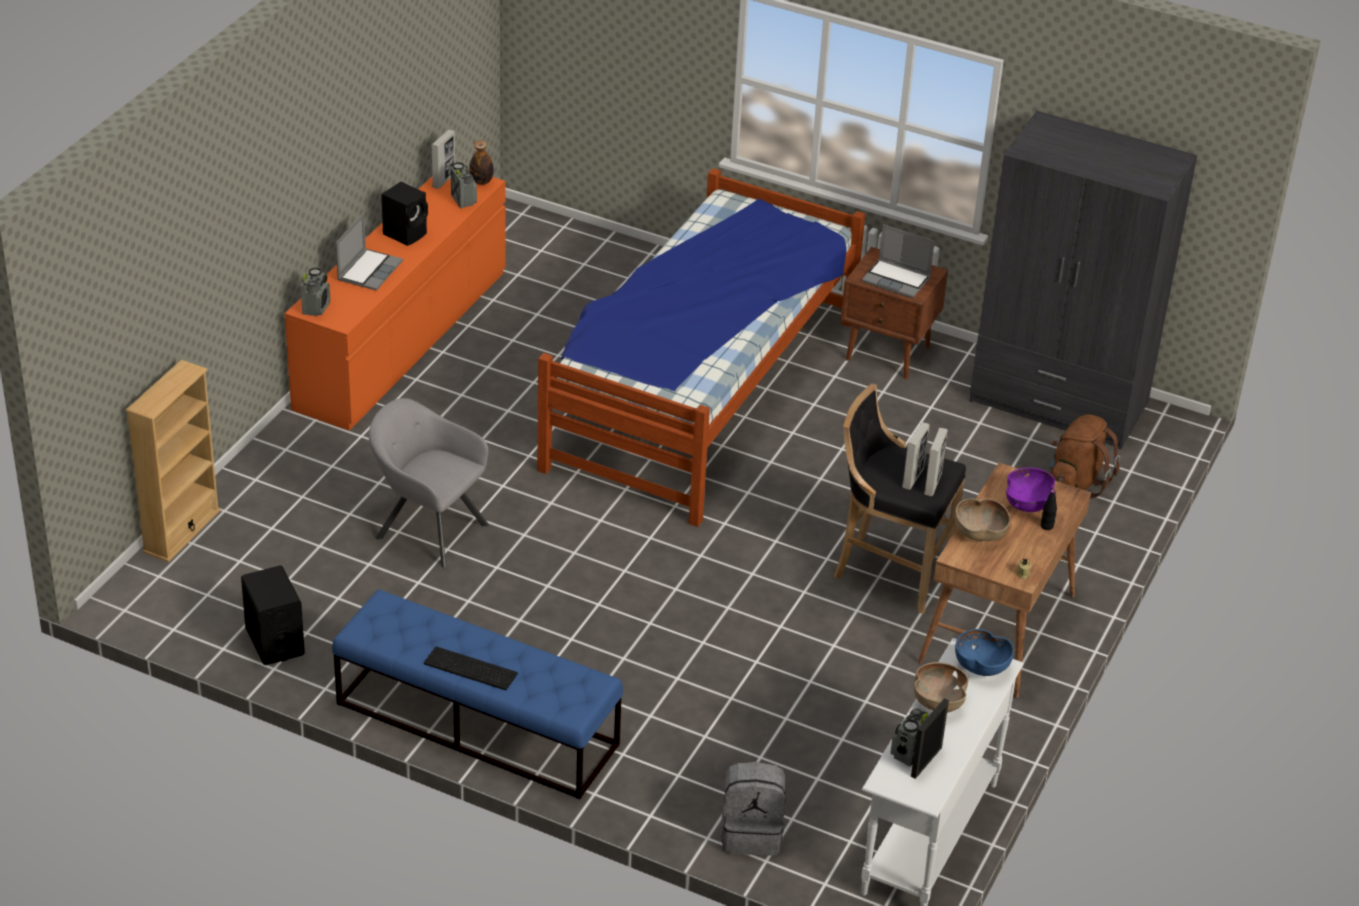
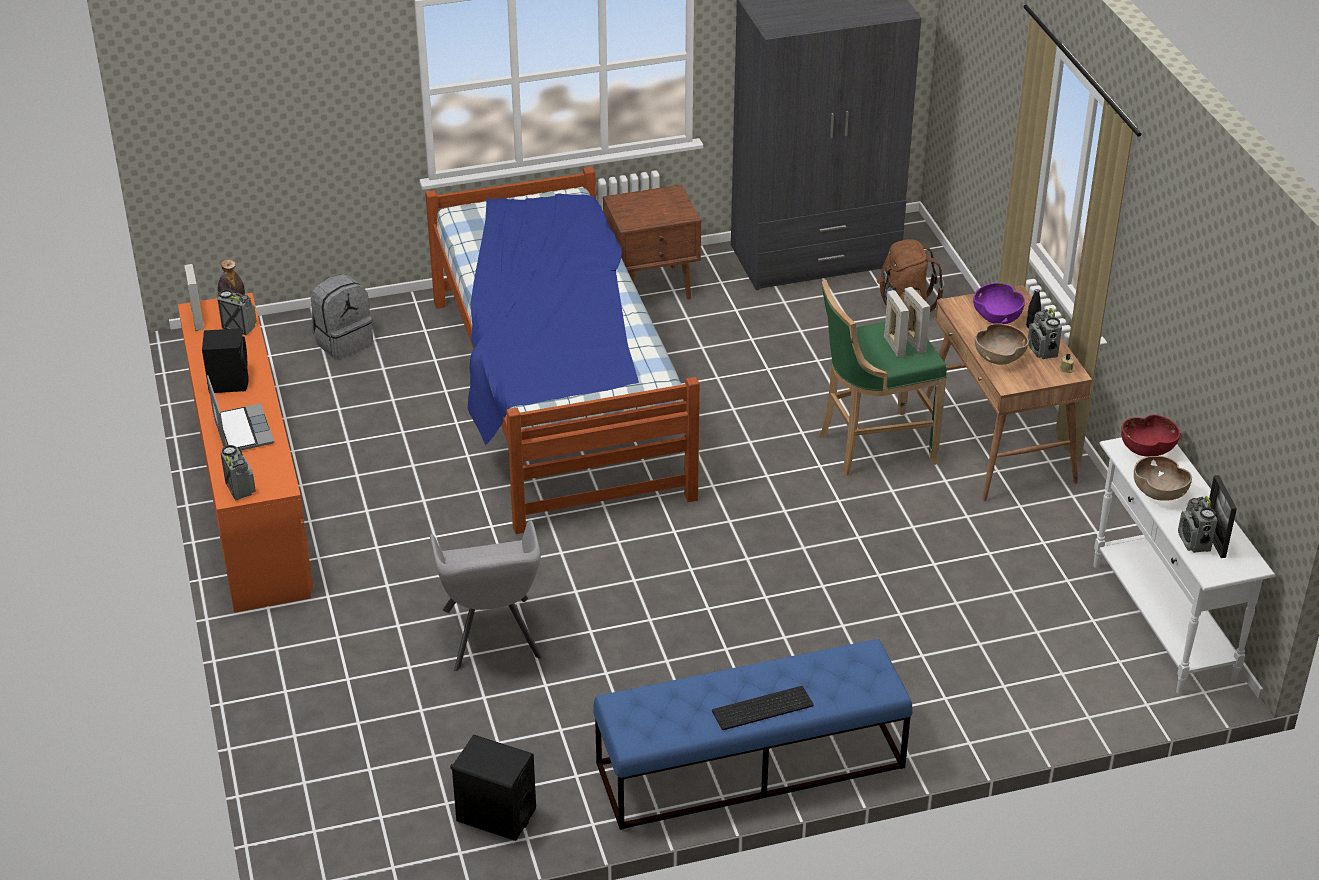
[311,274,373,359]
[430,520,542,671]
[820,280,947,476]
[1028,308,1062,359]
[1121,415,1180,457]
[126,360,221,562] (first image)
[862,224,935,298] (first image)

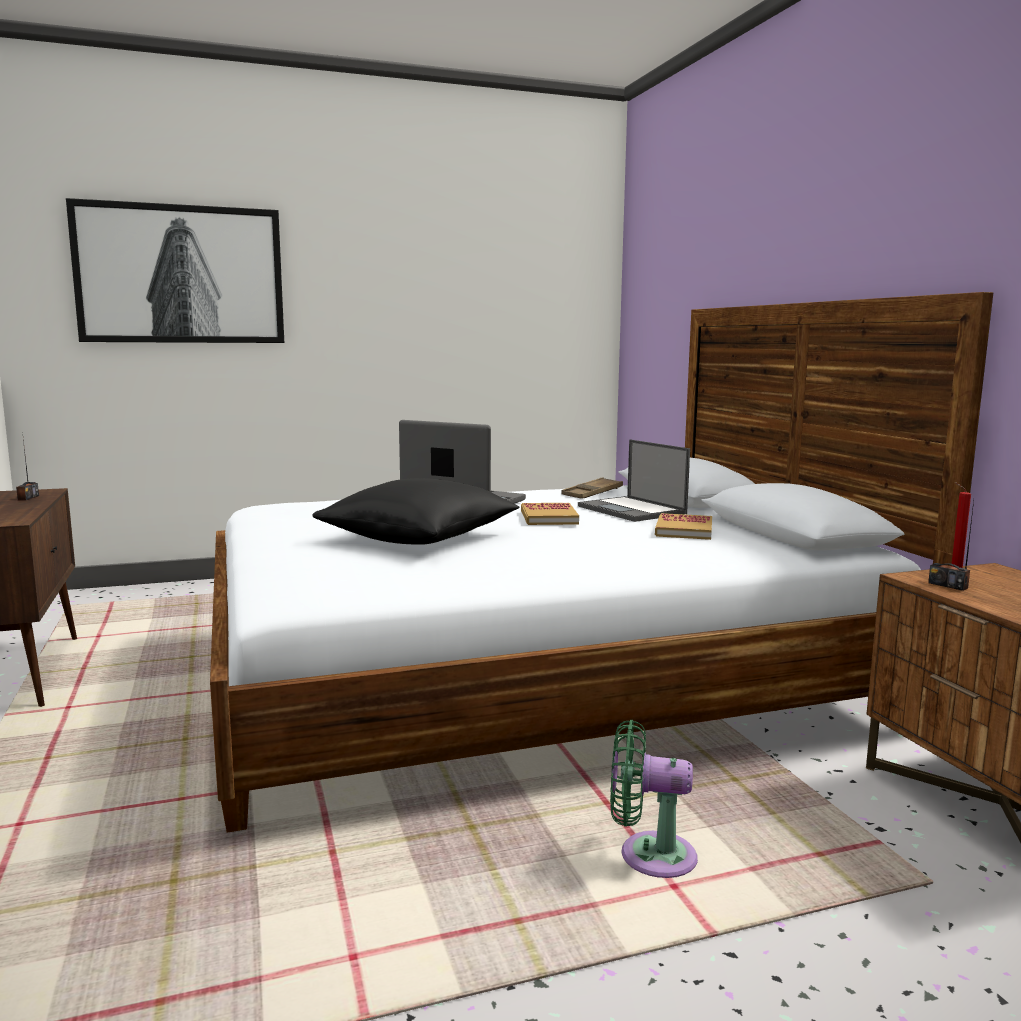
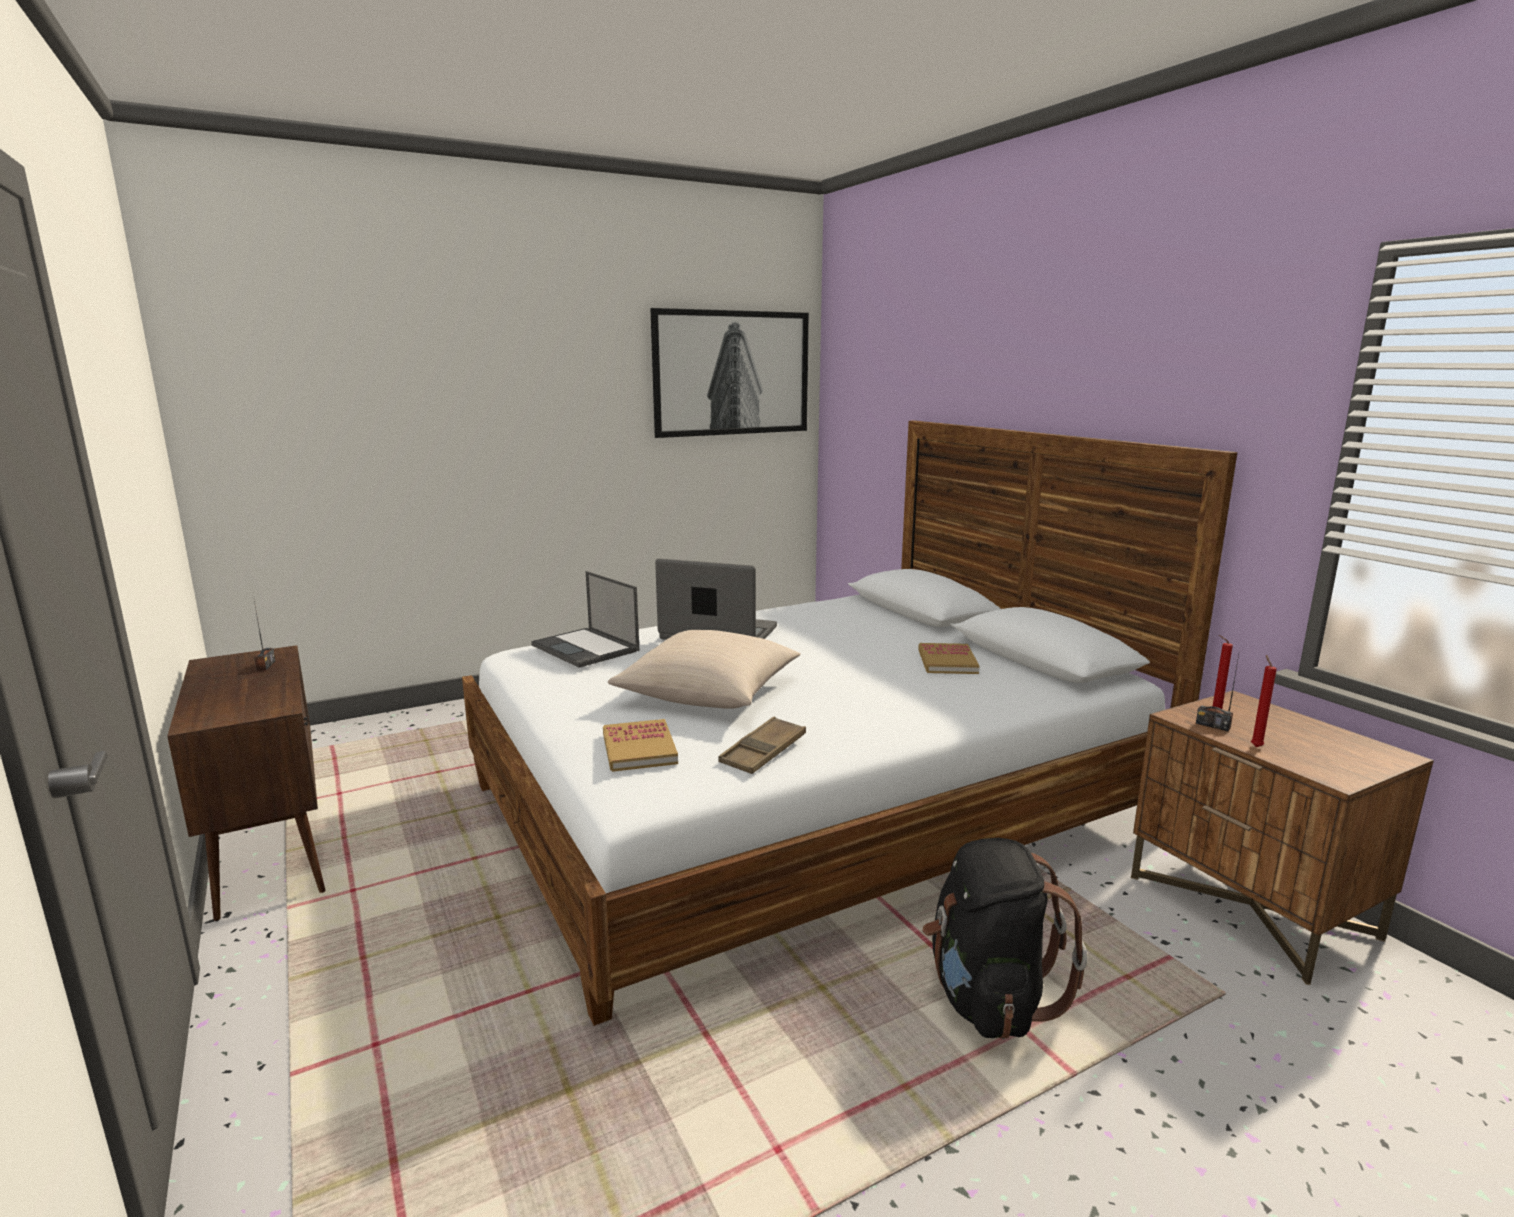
[531,571,639,668]
[603,719,678,772]
[608,630,801,709]
[650,308,809,438]
[718,717,806,774]
[923,838,1088,1039]
[1251,655,1277,747]

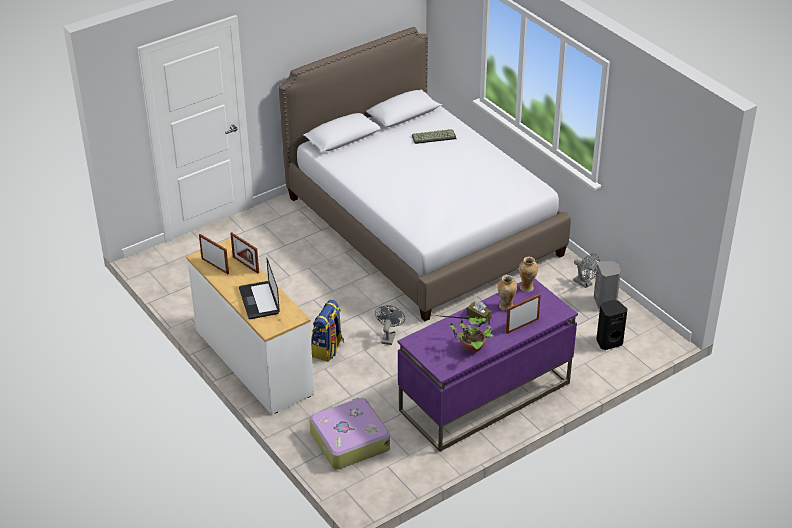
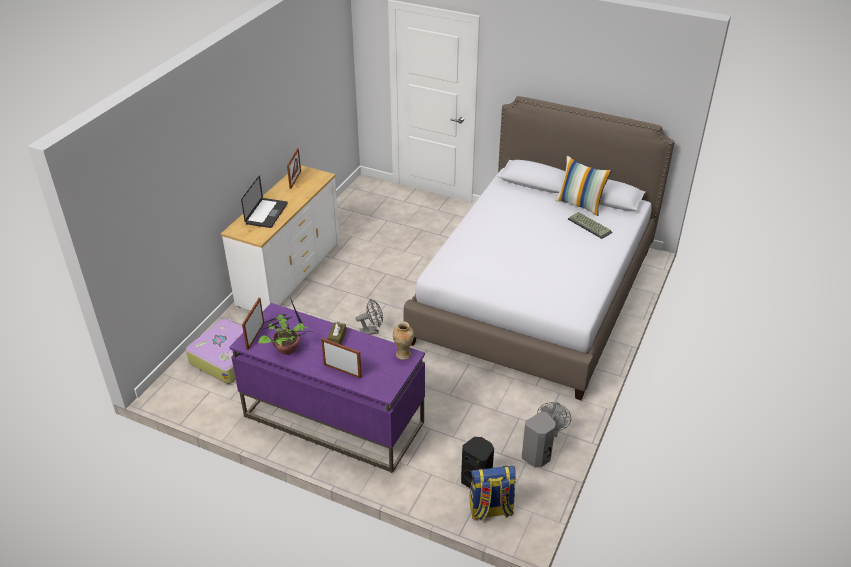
[241,175,288,228]
[242,298,264,350]
[470,466,516,521]
[555,156,612,216]
[497,275,517,311] (first image)

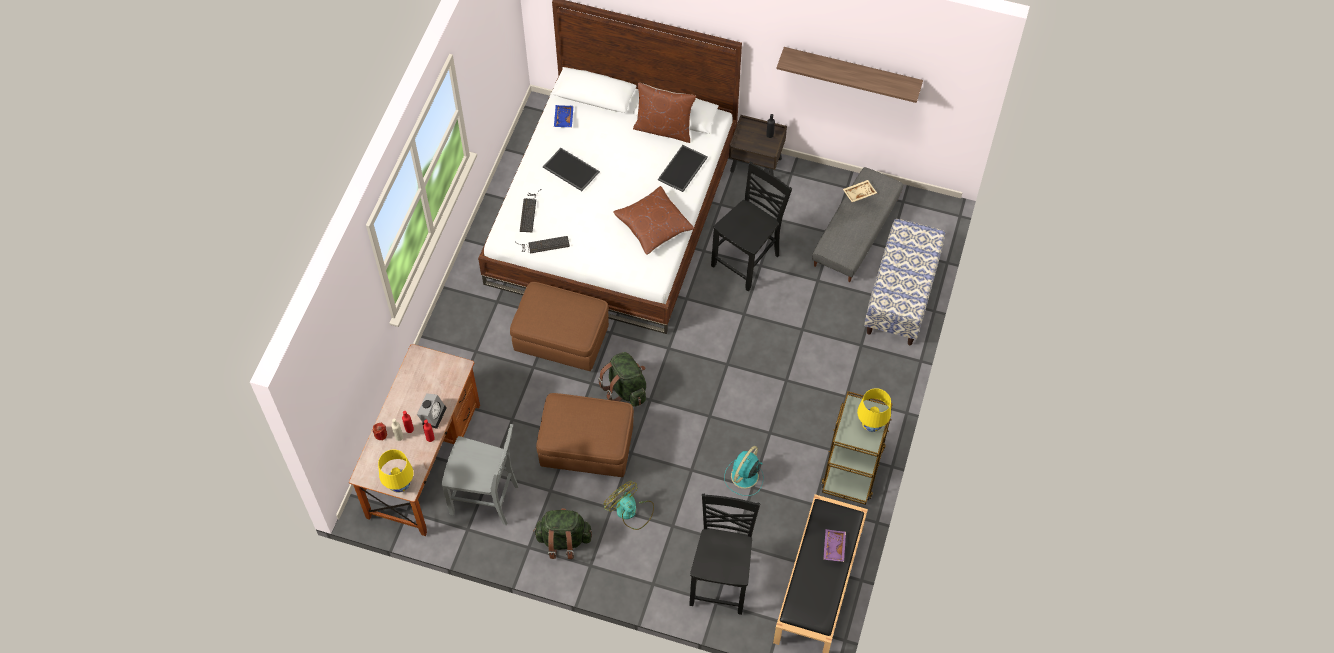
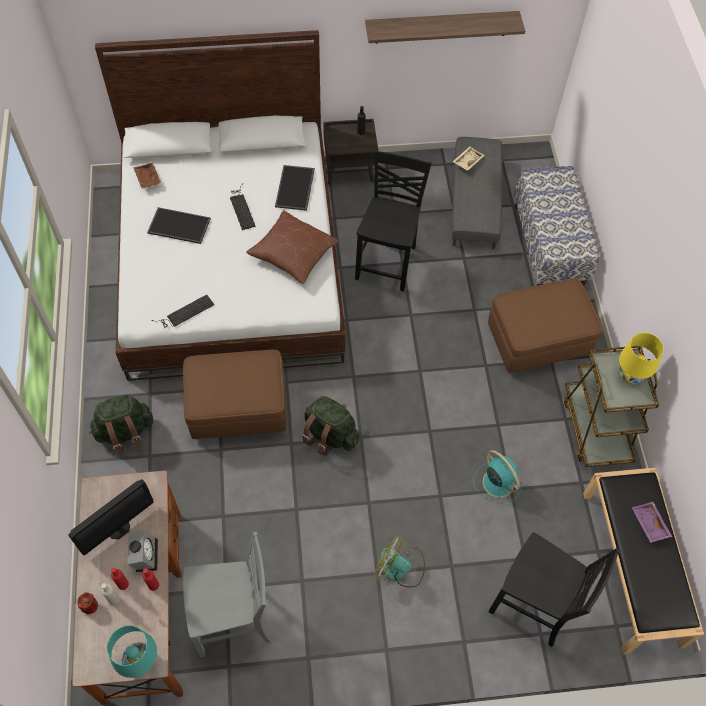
[68,479,154,555]
[89,395,154,454]
[107,625,157,678]
[133,163,161,188]
[230,183,256,230]
[473,450,521,506]
[488,278,603,373]
[488,532,620,647]
[633,83,696,143] (first image)

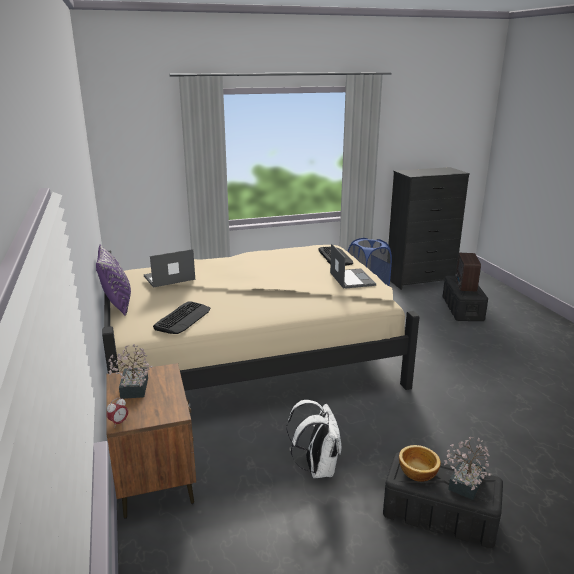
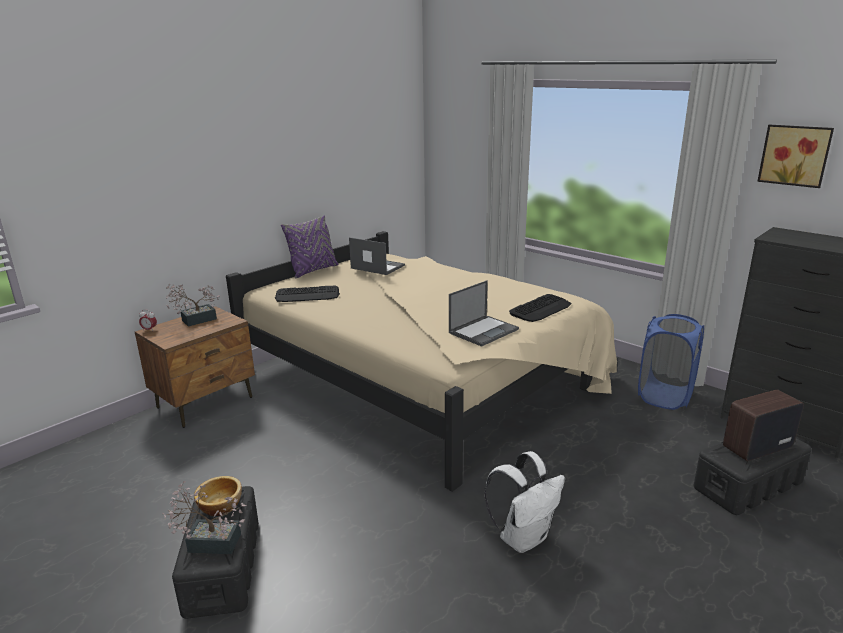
[484,451,565,553]
[757,125,834,188]

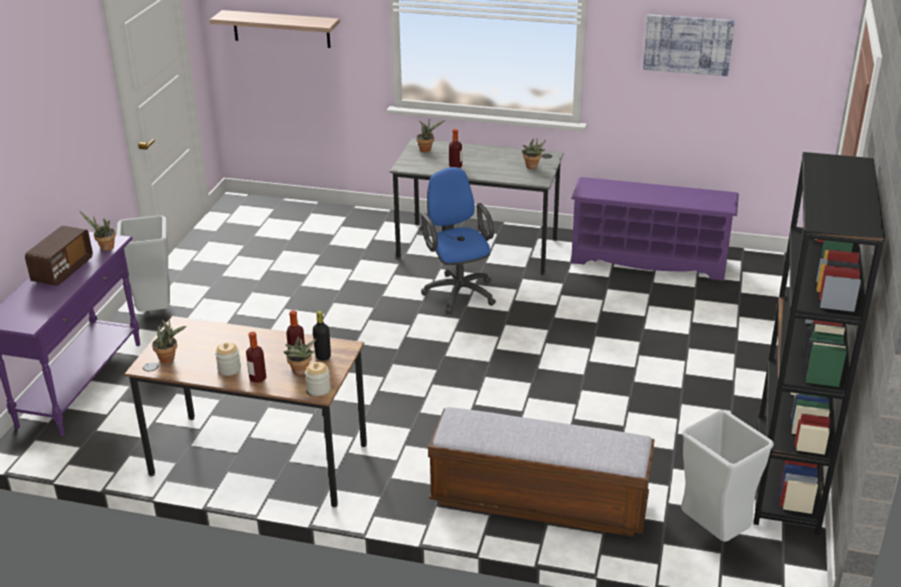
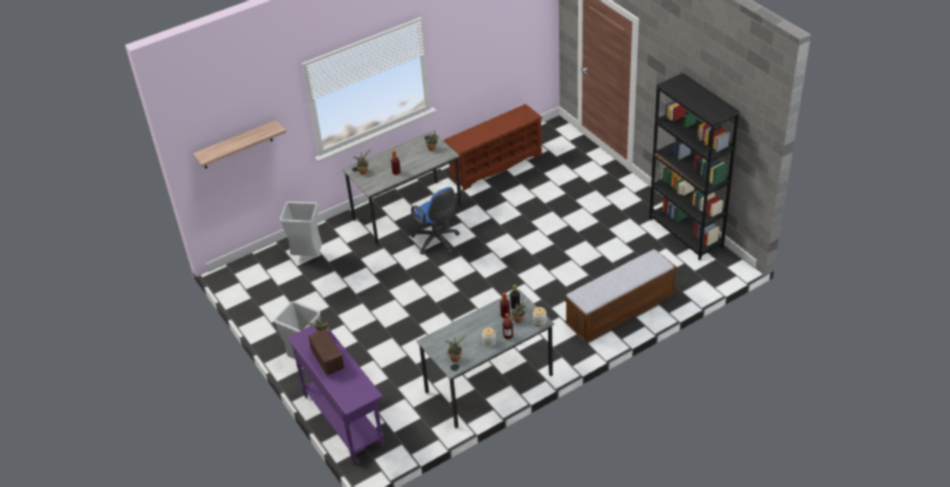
[280,202,322,256]
[411,187,460,255]
[417,289,554,428]
[444,104,543,191]
[643,14,735,76] (first image)

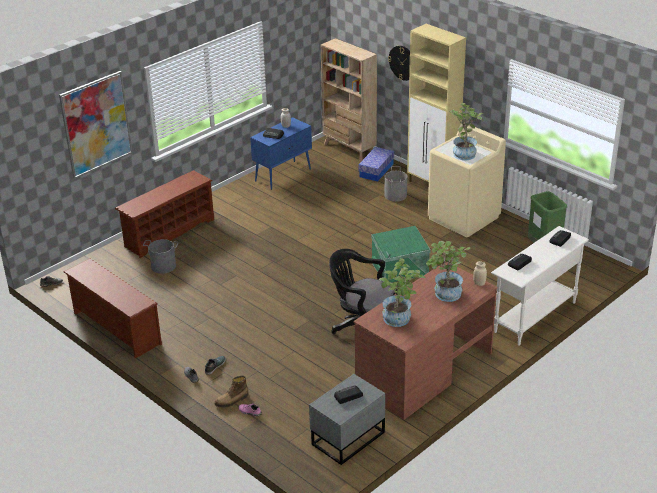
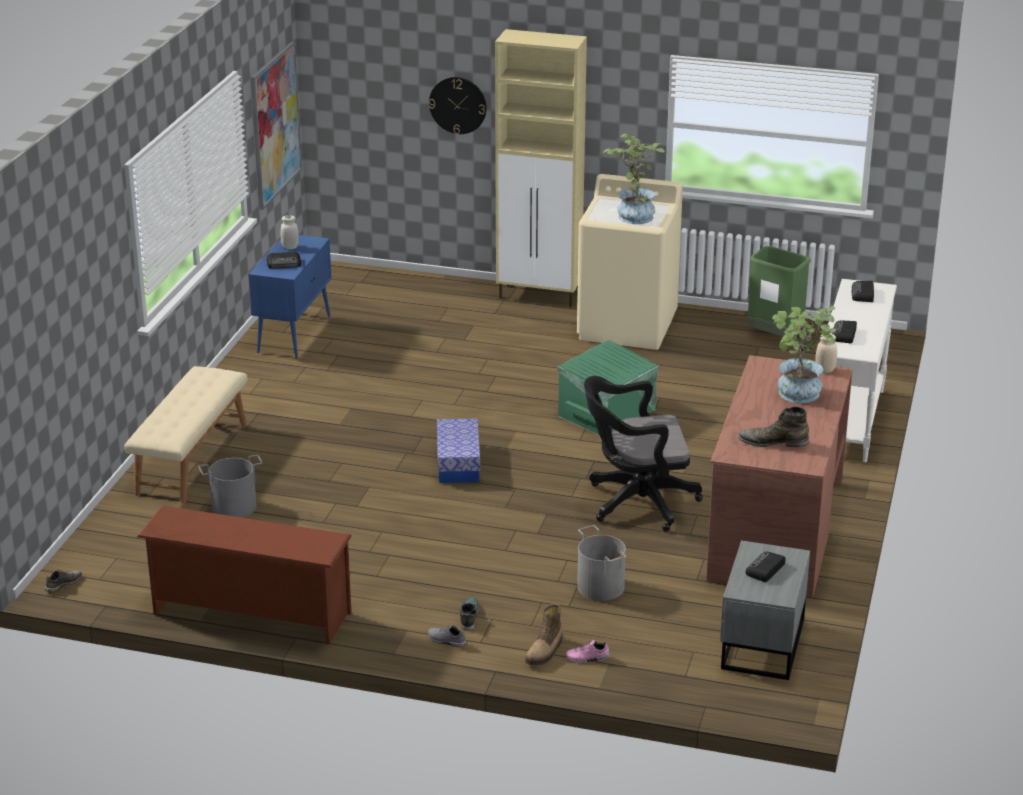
[124,366,248,503]
[251,42,302,210]
[437,418,480,483]
[577,525,626,601]
[738,407,809,447]
[321,38,377,161] (first image)

